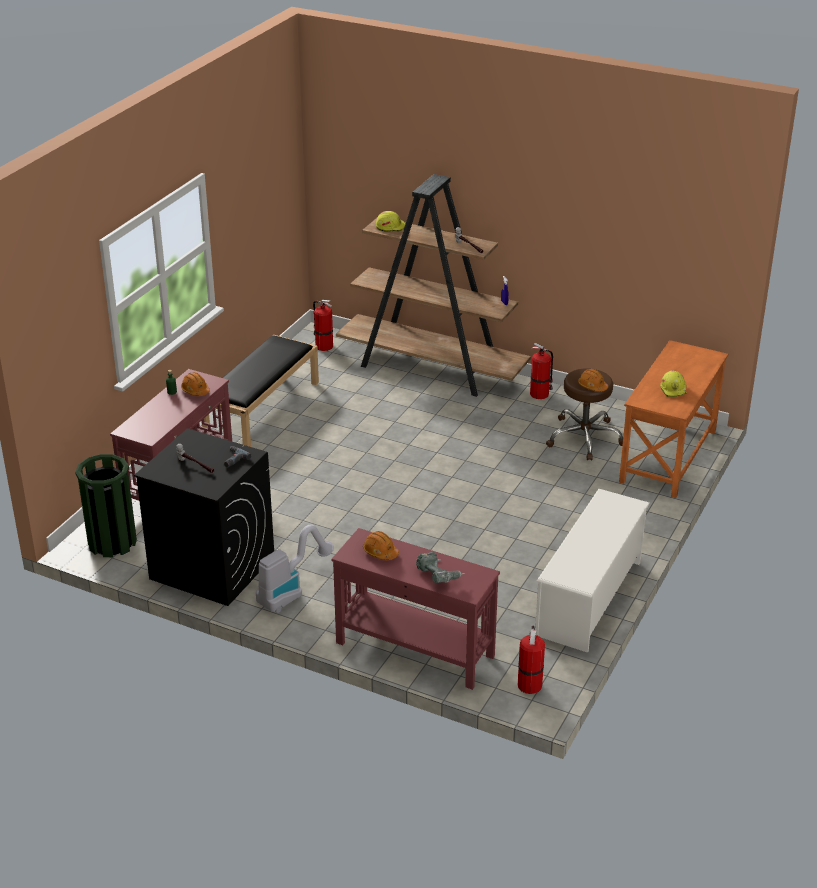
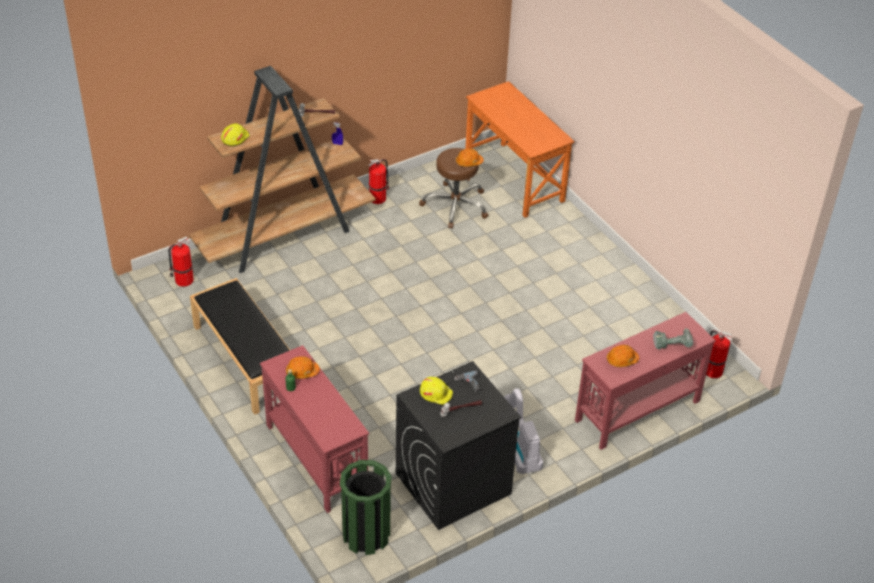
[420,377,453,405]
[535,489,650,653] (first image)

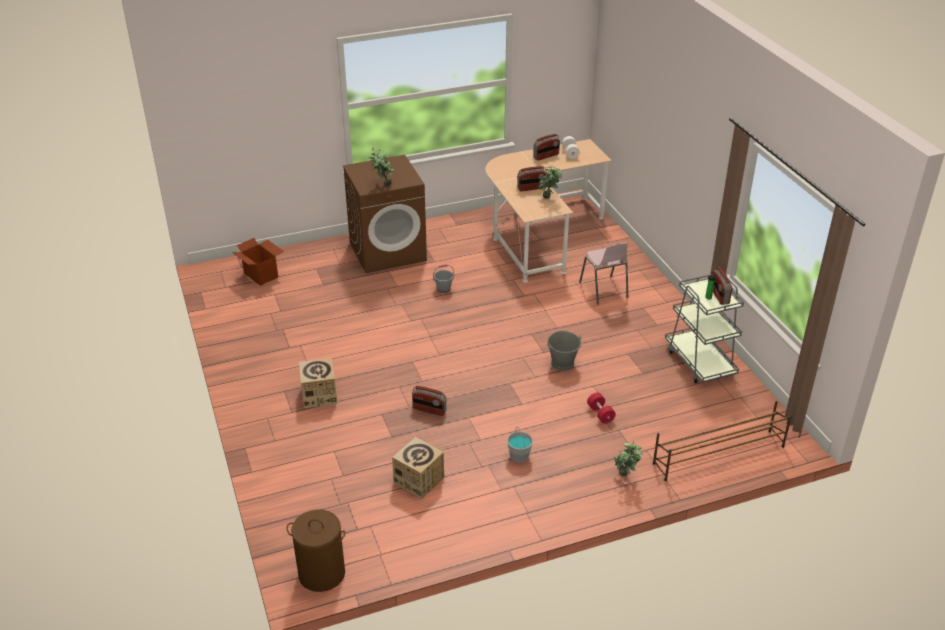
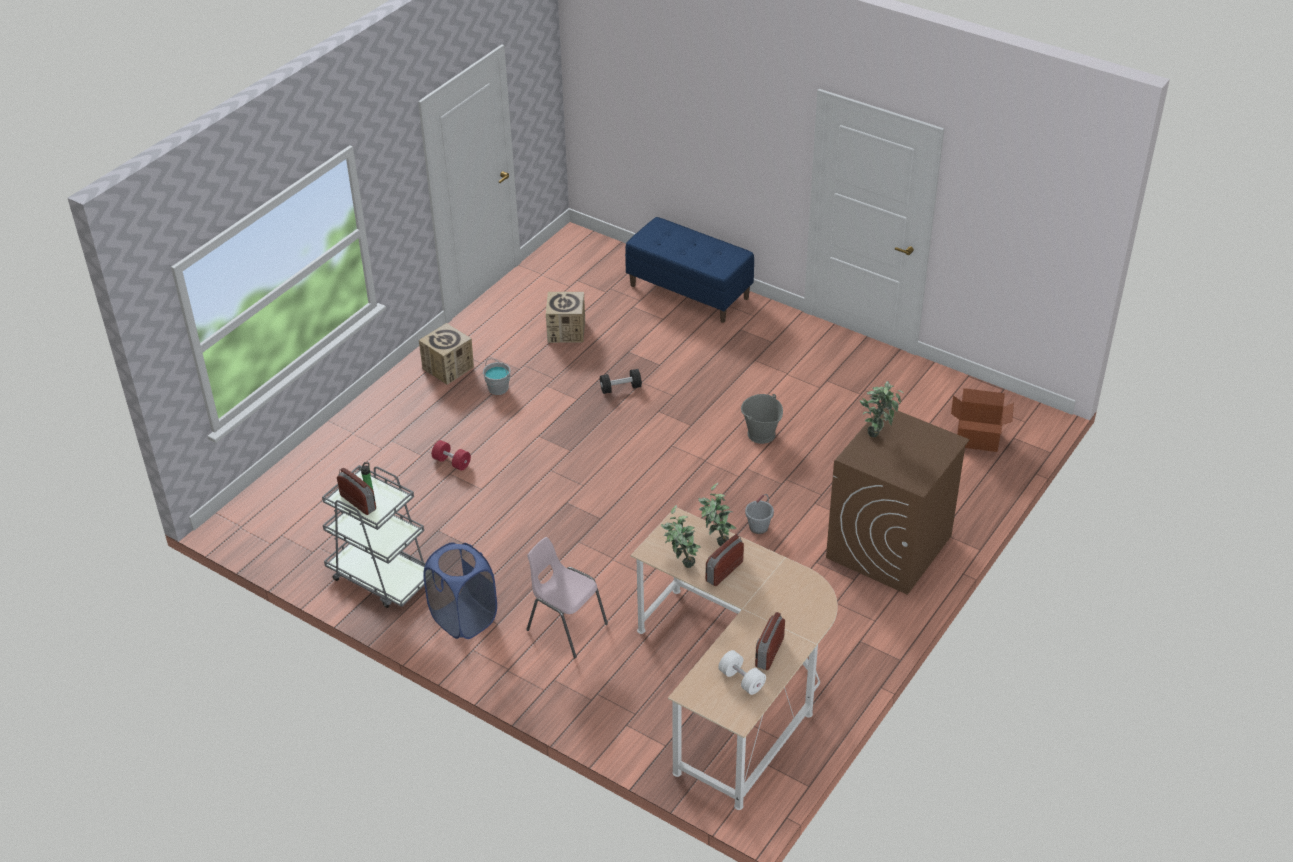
[419,323,474,385]
[423,542,497,639]
[600,369,642,394]
[625,217,754,323]
[698,483,737,546]
[741,394,783,444]
[287,509,346,592] (first image)
[653,401,791,481] (first image)

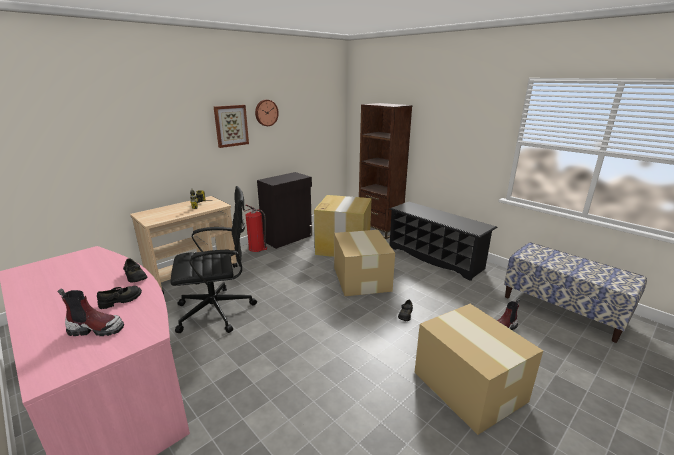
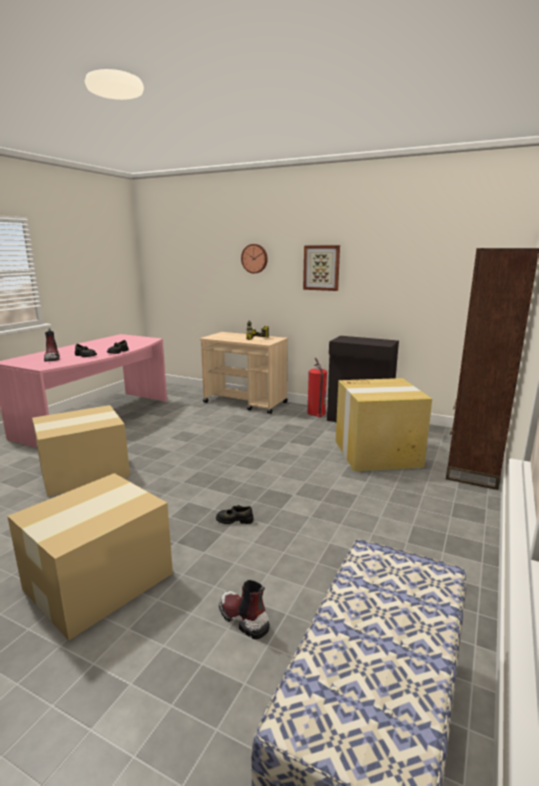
[32,405,130,497]
[241,244,268,273]
[170,186,257,333] (first image)
[390,202,498,281] (first image)

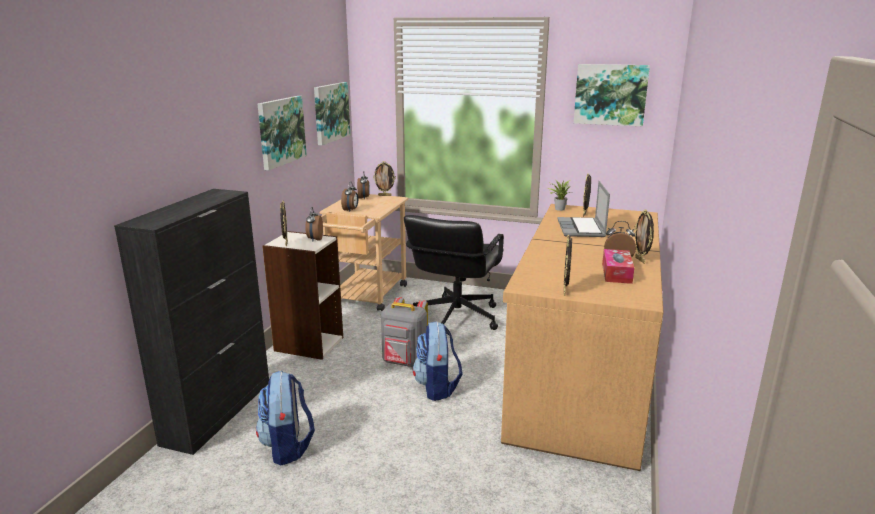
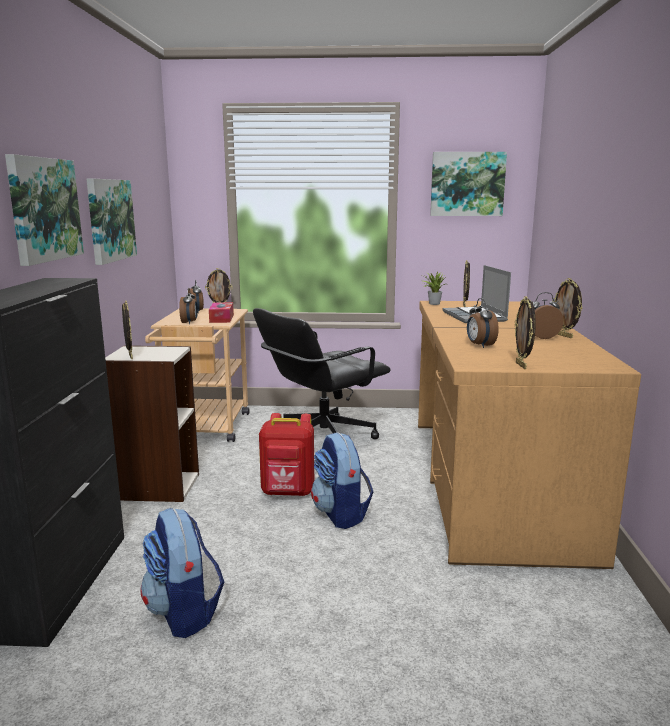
[5,154,84,266]
[209,302,234,323]
[253,308,391,439]
[259,413,314,496]
[467,298,499,348]

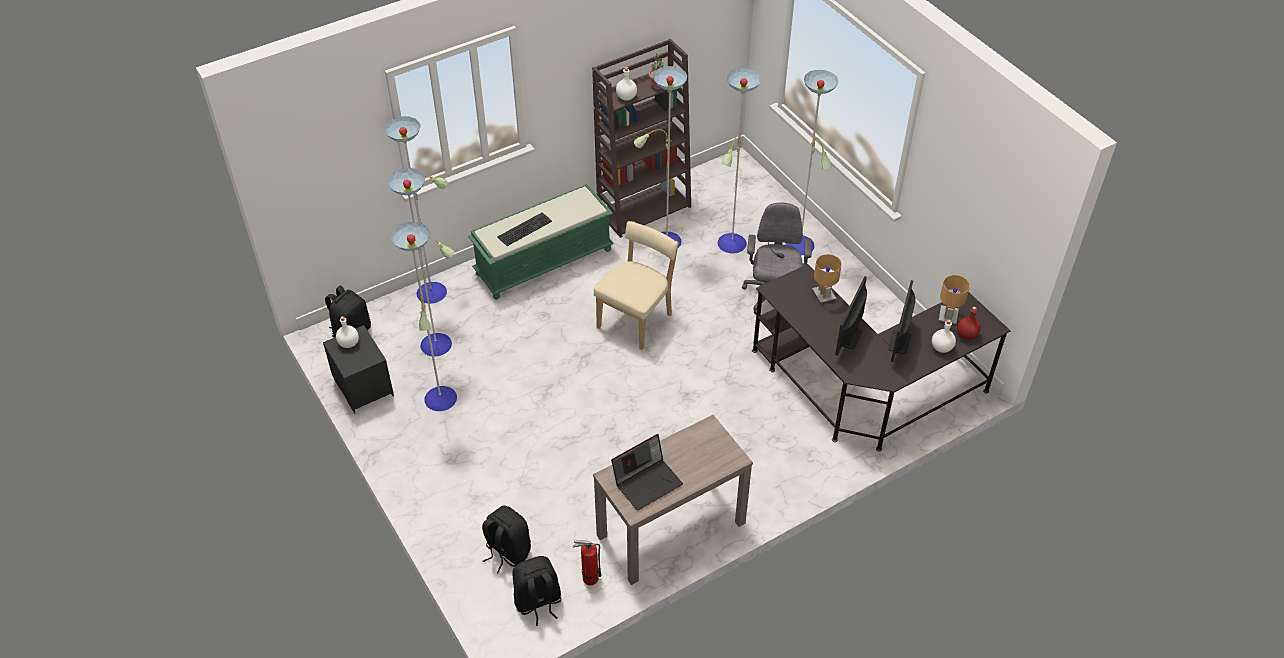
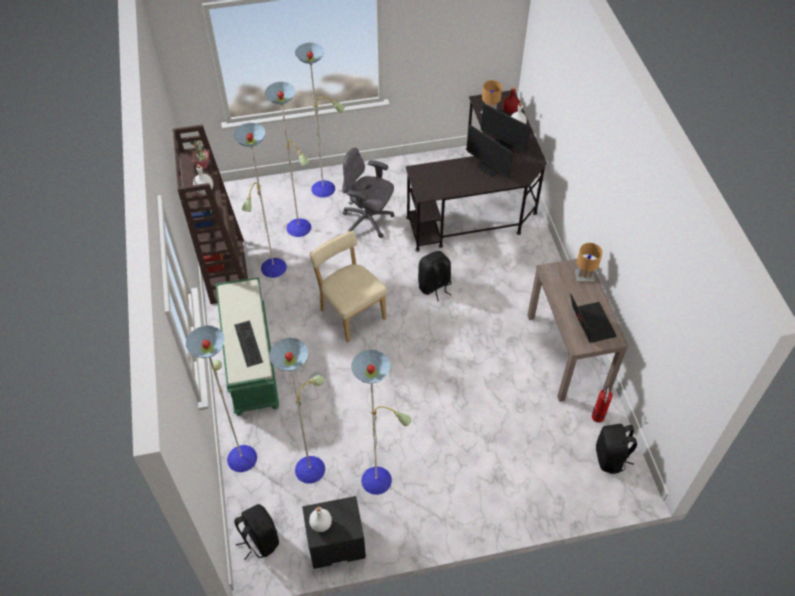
[418,251,452,301]
[575,243,603,282]

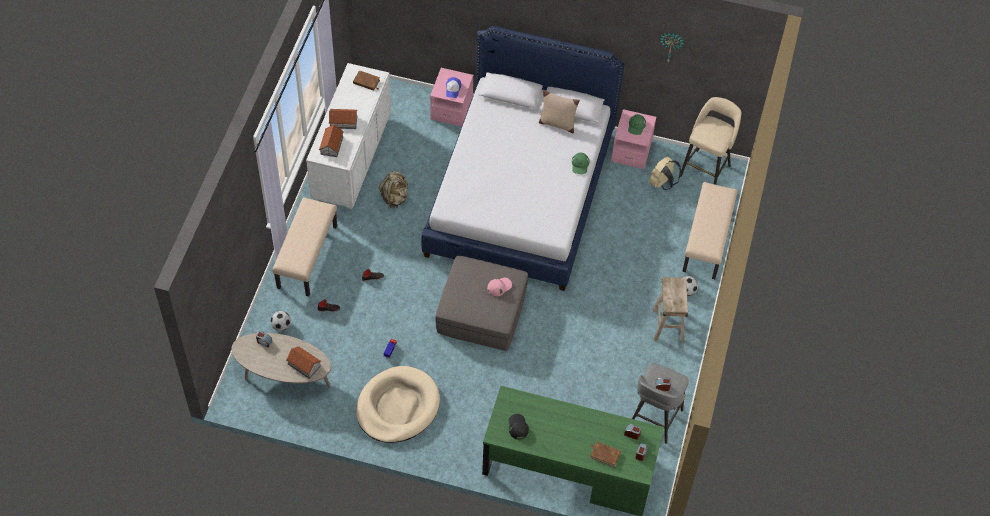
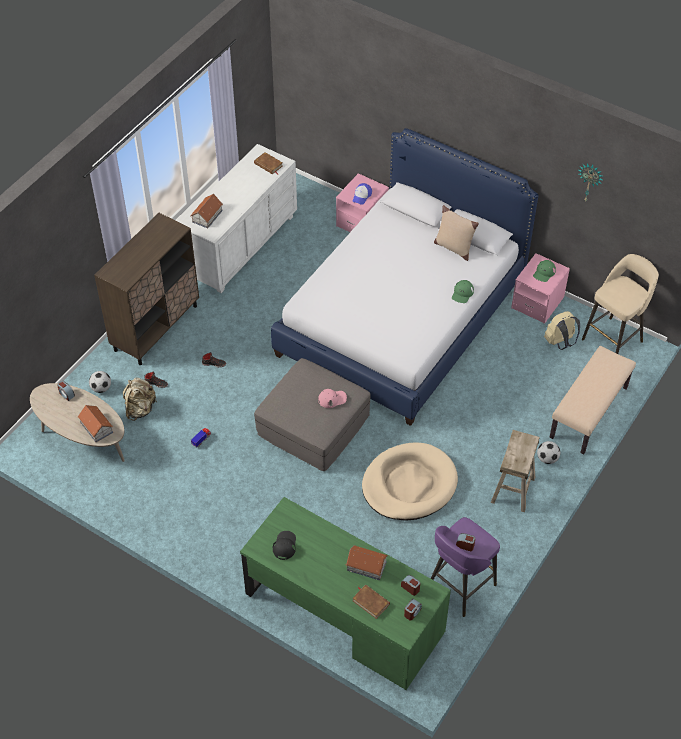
[94,213,199,365]
[123,378,157,421]
[346,545,388,580]
[362,442,458,521]
[431,517,500,617]

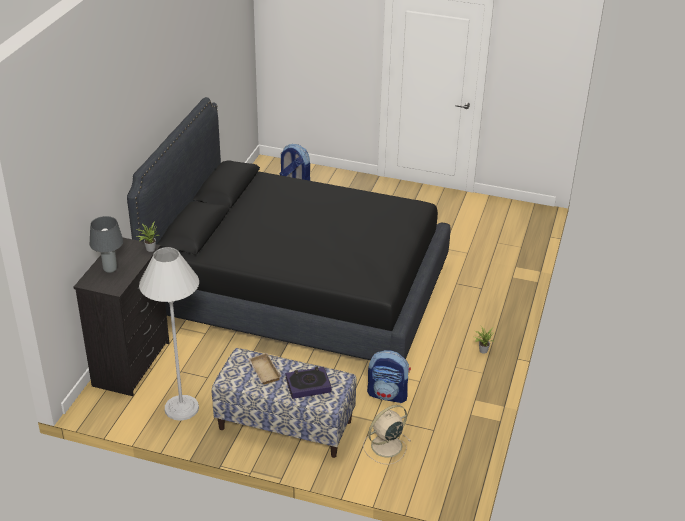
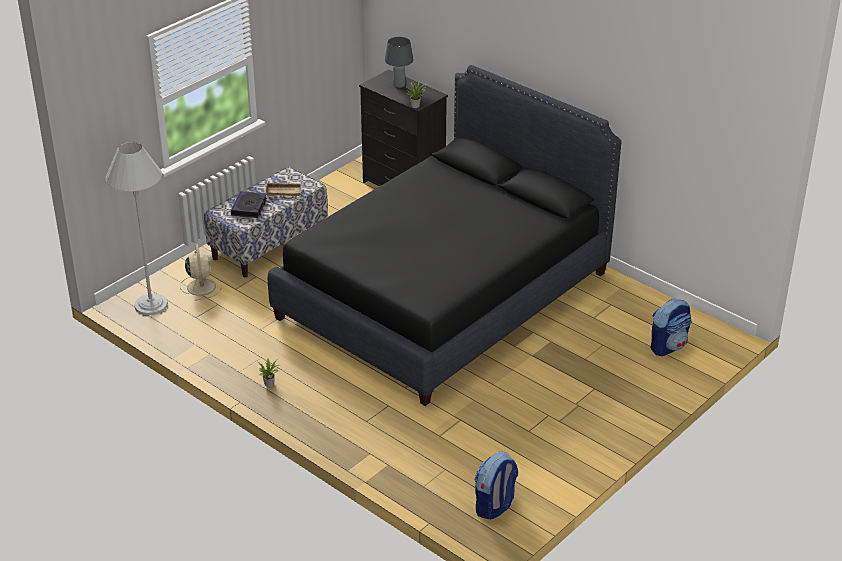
[106,142,168,315]
[474,451,518,520]

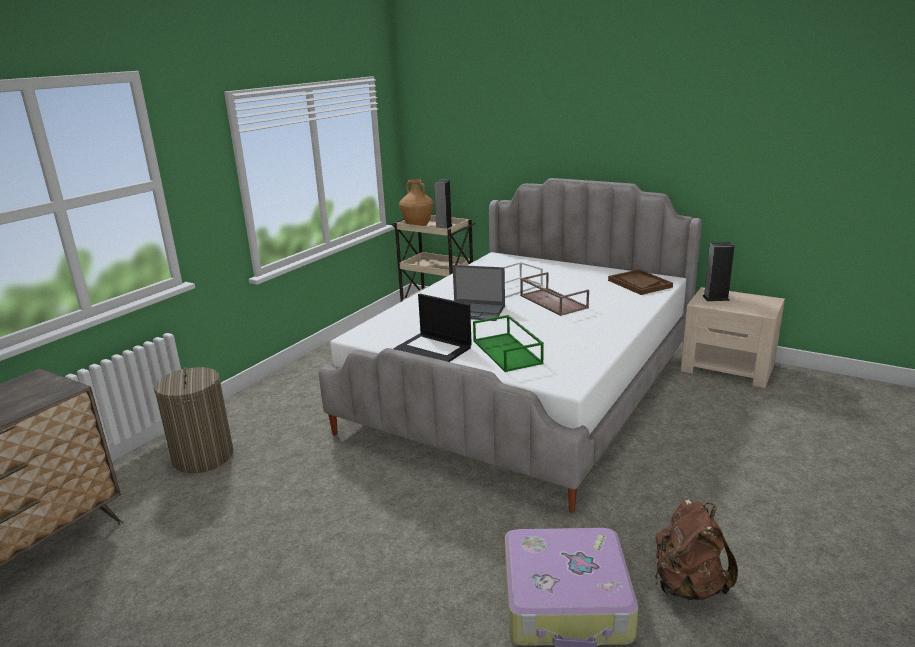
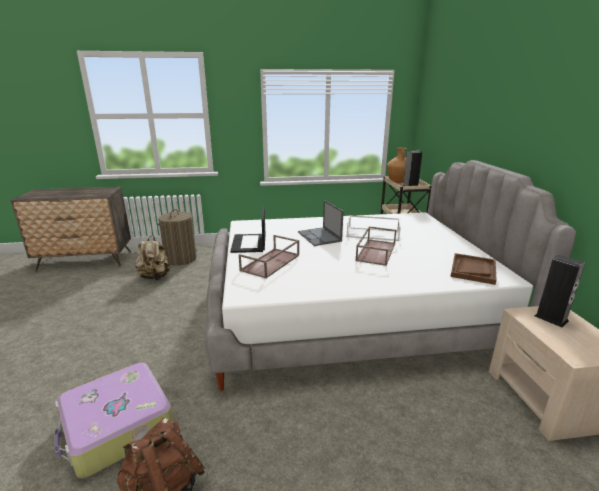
[135,235,170,280]
[239,235,299,279]

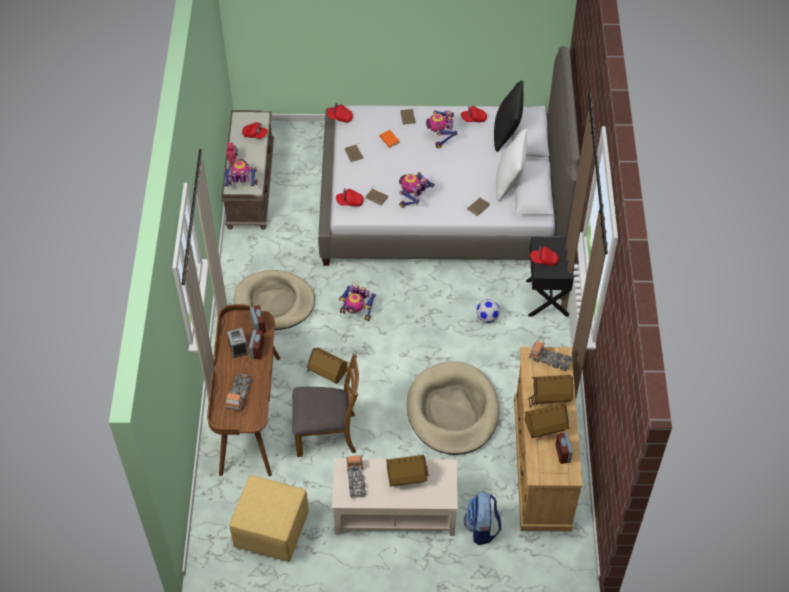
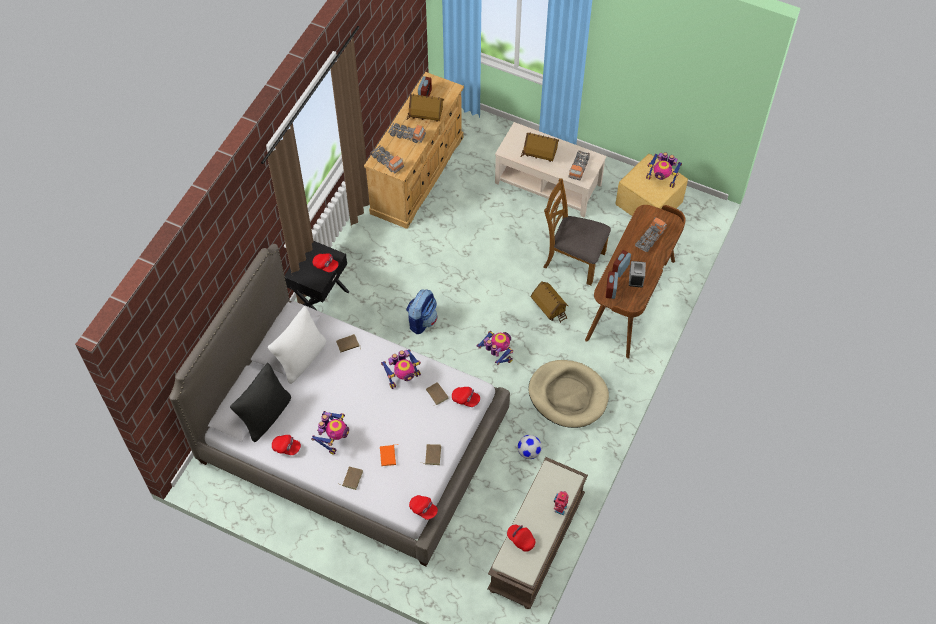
[388,123,426,143]
[406,289,437,334]
[517,435,542,459]
[646,152,682,188]
[407,361,500,455] (first image)

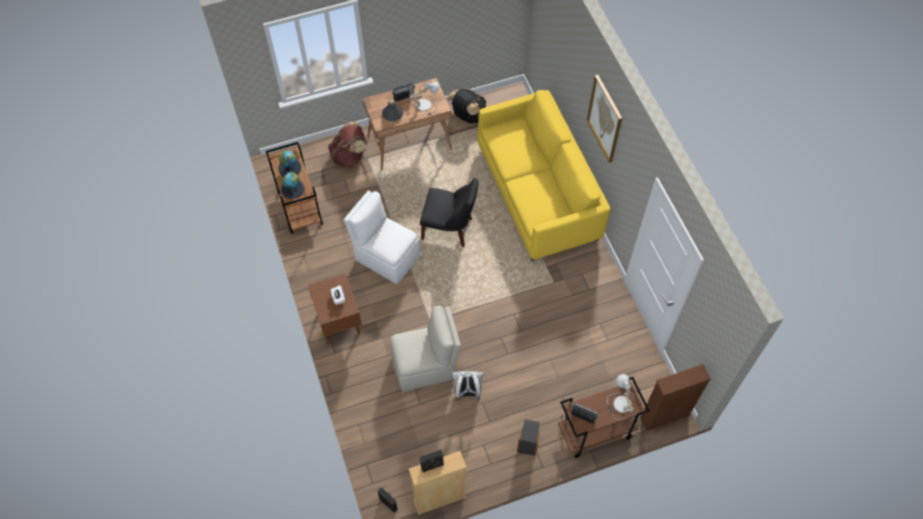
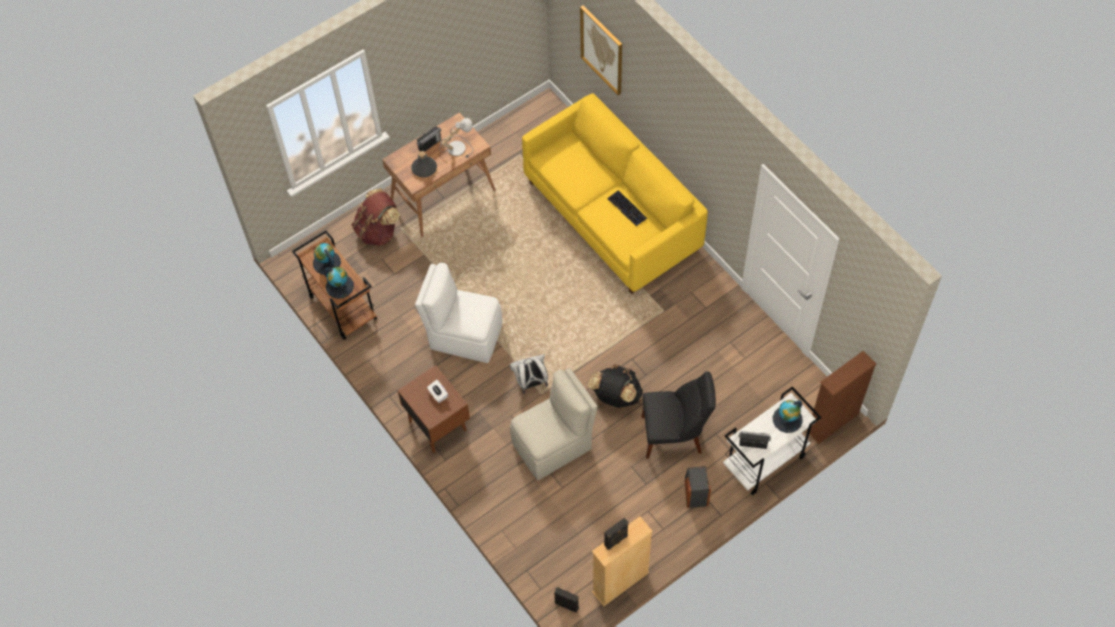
[510,354,548,394]
[580,6,622,96]
[588,364,643,408]
[608,190,647,226]
[642,371,716,459]
[723,386,821,495]
[773,400,803,433]

